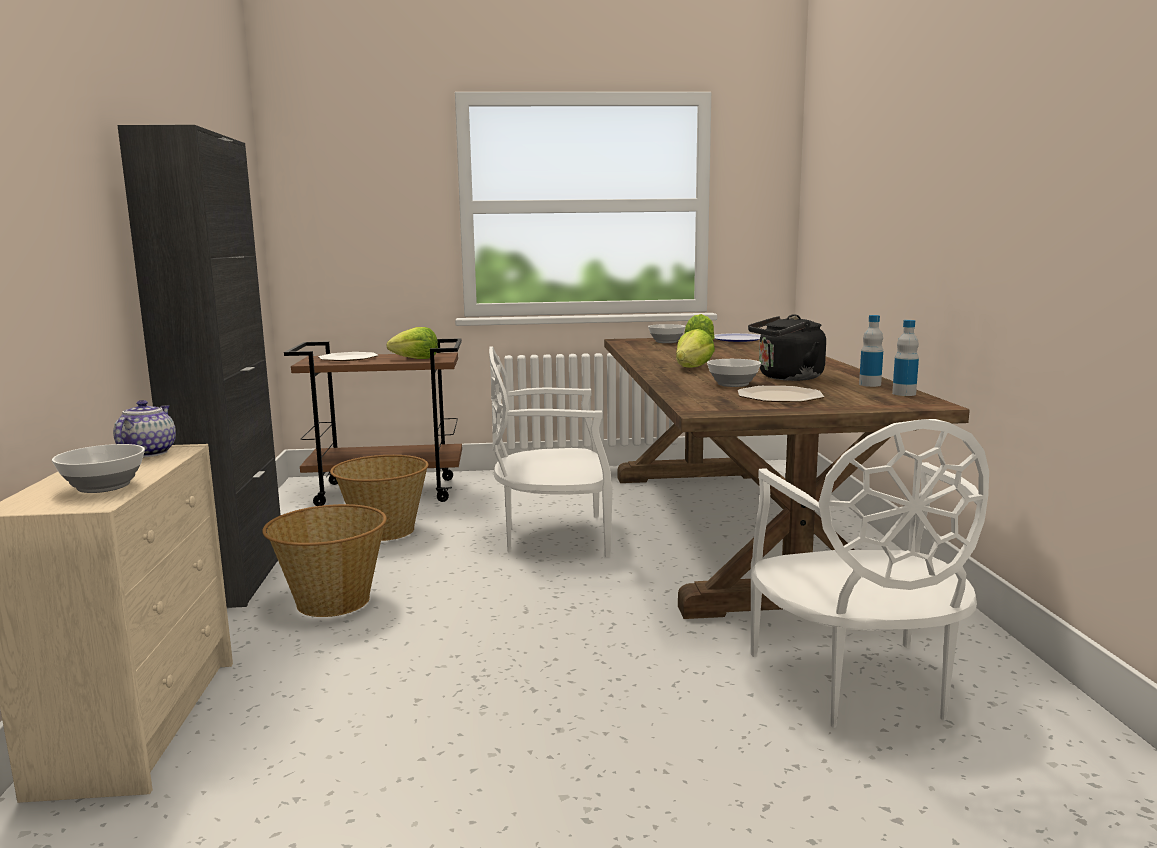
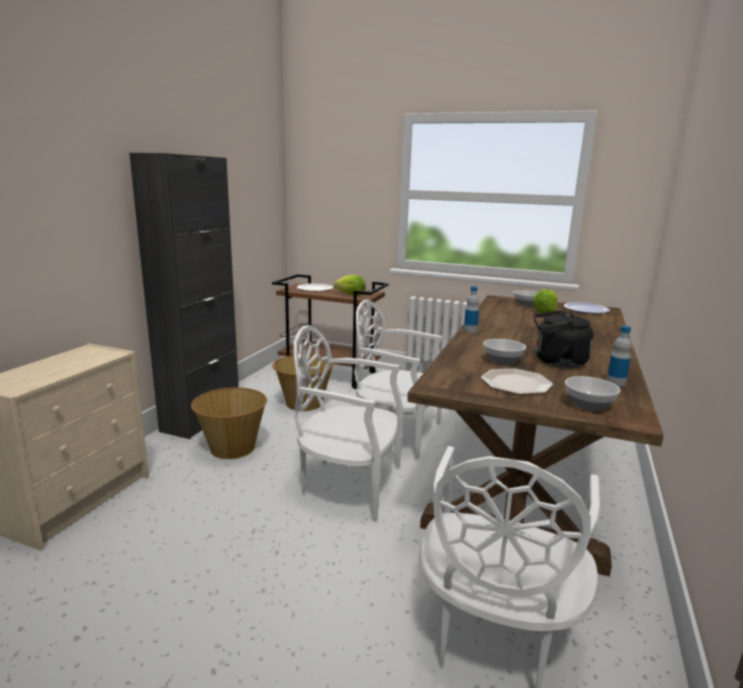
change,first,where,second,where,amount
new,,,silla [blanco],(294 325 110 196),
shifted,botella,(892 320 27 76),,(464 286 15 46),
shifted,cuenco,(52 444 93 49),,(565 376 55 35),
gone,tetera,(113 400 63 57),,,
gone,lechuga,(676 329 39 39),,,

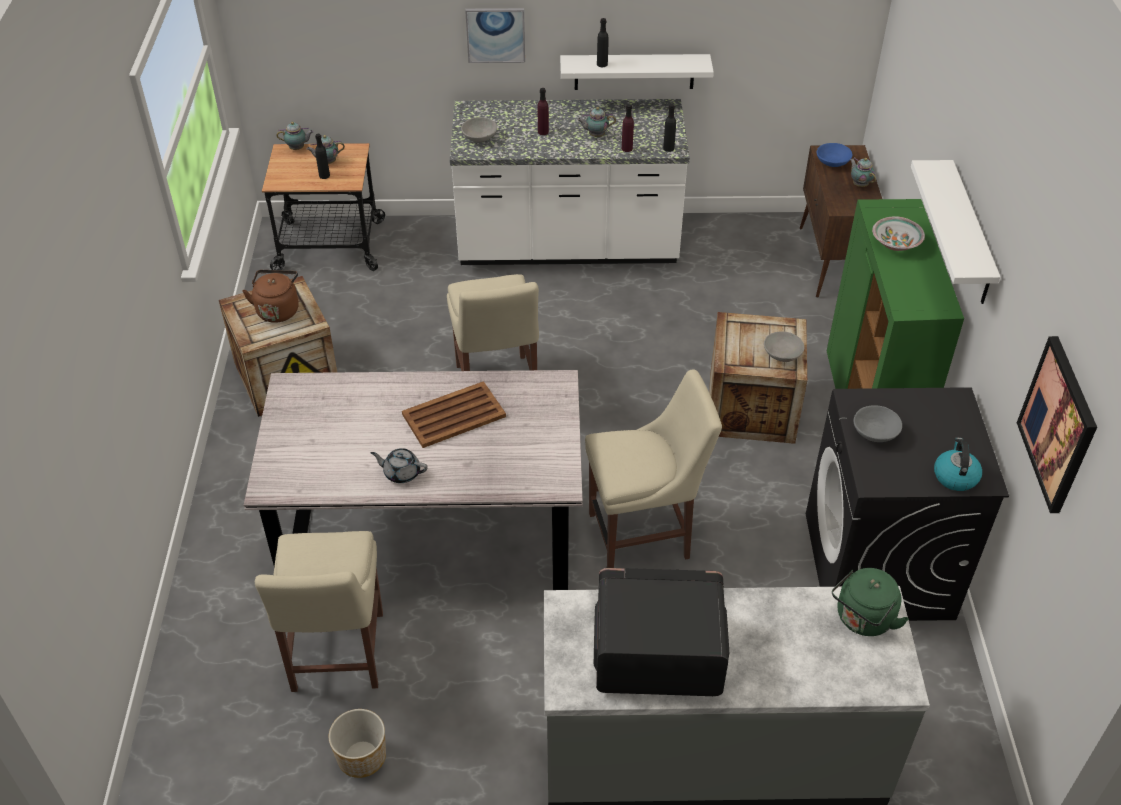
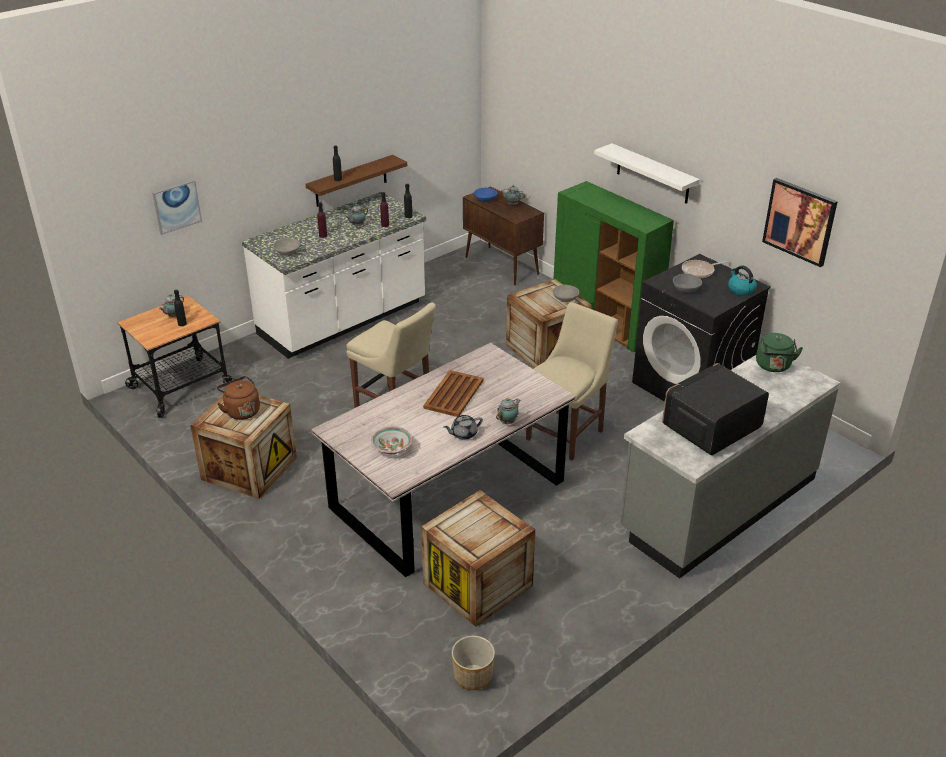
change,first,where,second,where,amount
shifted,cuadro,(465 8 60 55),,(152 180 50 55),
repainted,estante [blanco],(560 54 154 36),estante [marrón],(306 155 101 52),
shifted,cuenco,(872 216 53 35),,(371 427 42 27),
swapped,silla [beis],(255 531 128 161),caja de embalaje,(421 490 114 137),
shifted,maceta,(329 709 57 69),,(452 636 43 54),
shifted,tetera,(276 122 38 28),,(496 398 25 26),
new,,,sartén,(682 260 46 18),

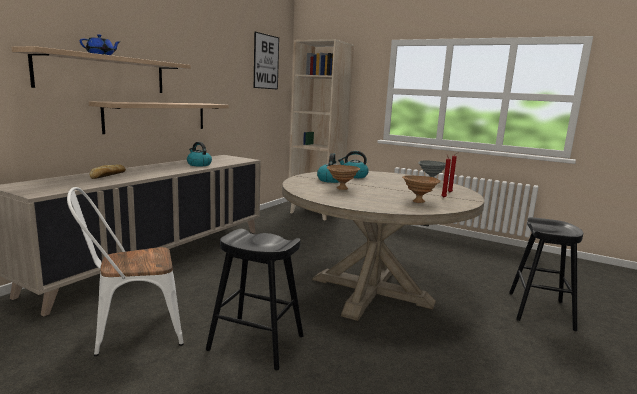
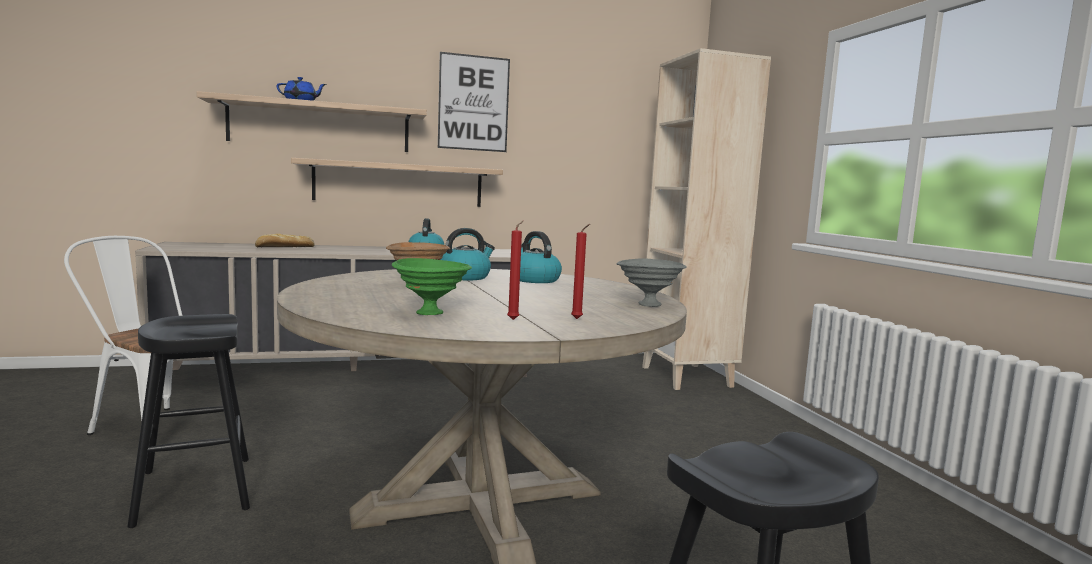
change,first,where,second,where,amount
repainted,cuenco [marrón],(402 175 39 28),cuenco [verde],(392 258 80 57),
shifted,cuadro,(254 32 25 58),,(438 52 72 100),

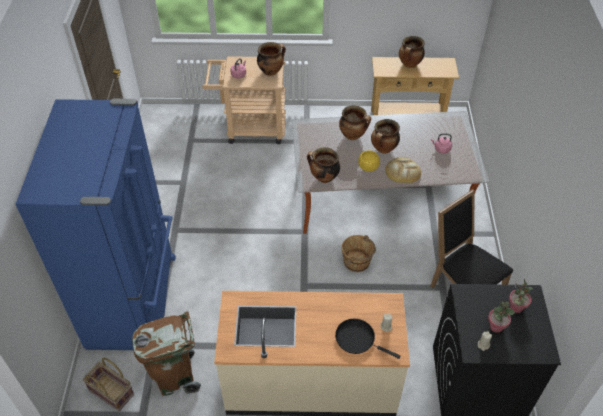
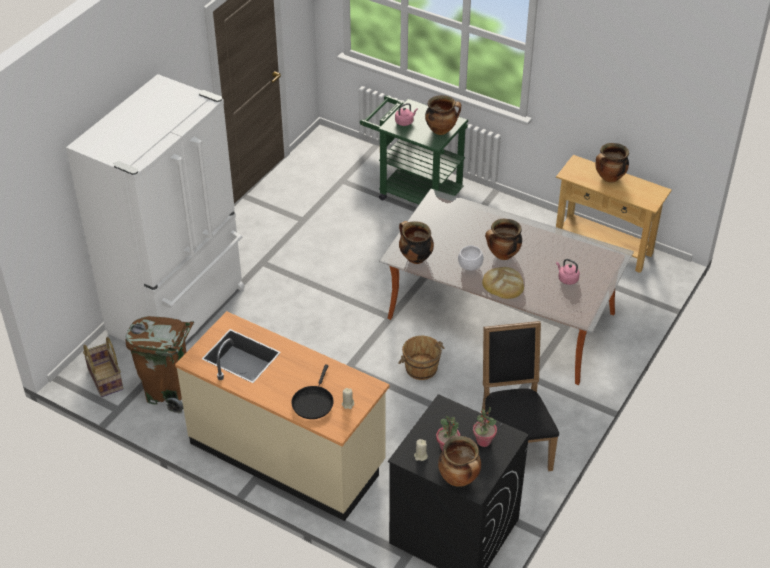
change,first,where,second,where,amount
repainted,nevera [azul],(15 99 161 251),nevera [blanco],(66 74 179 268),
rotated,sartén [negro],(335 319 66 40),,(291 364 43 55),135 degrees counterclockwise
repainted,carrito [beis],(202 56 84 88),carrito [verde],(360 96 108 108),
shifted,olla,(339 105 32 35),,(438 436 43 51),
repainted,cuenco [amarillo],(358 150 22 22),cuenco [blanco],(458 246 25 25),

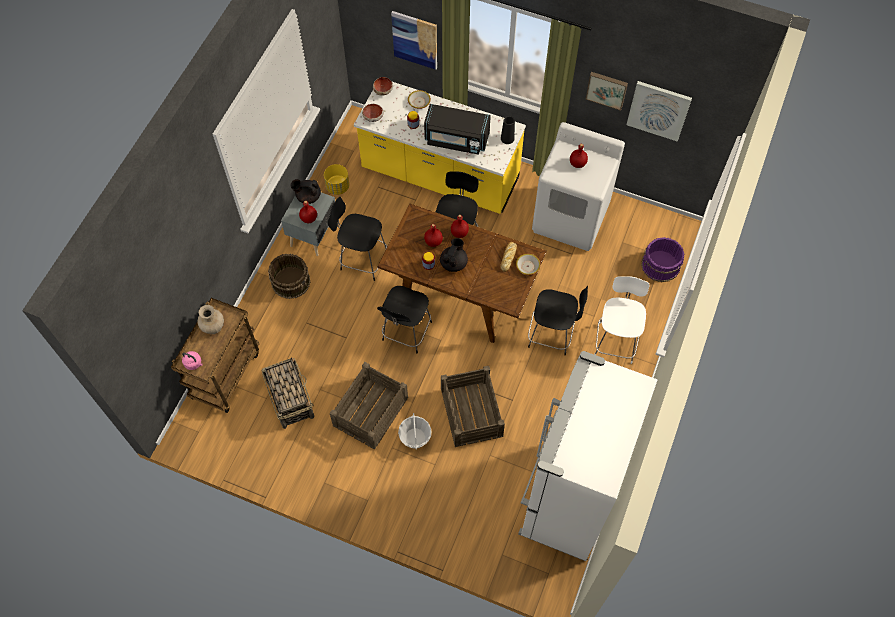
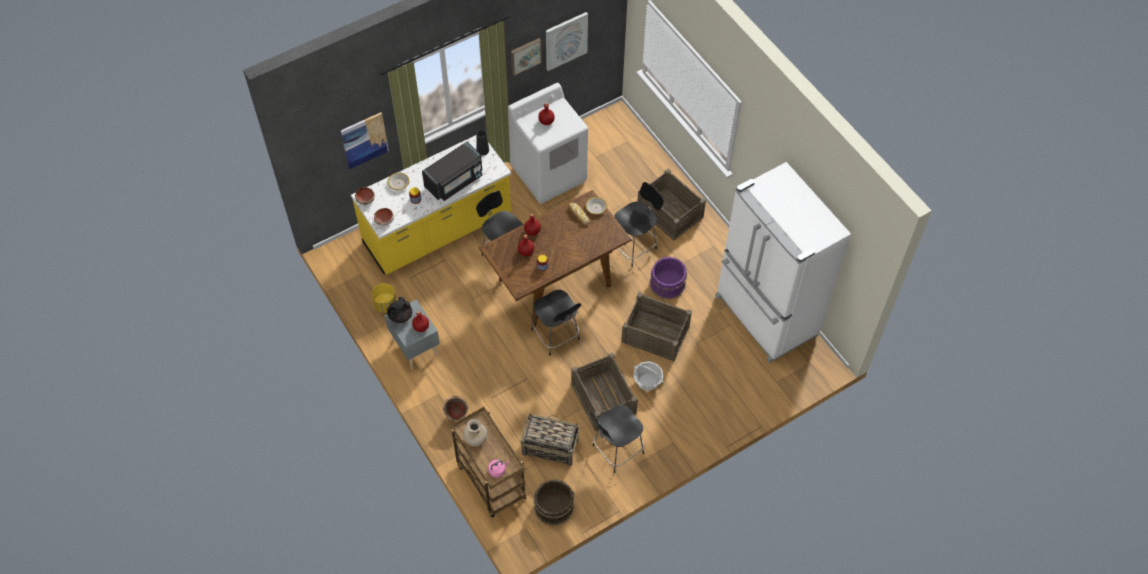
change,first,where,second,where,amount
new,,,cubo [verde],(443 396 25 25),
shifted,cubo [marrón],(268 253 42 46),,(534 479 41 46),
shifted,silla [negro],(328 196 59 85),,(591 405 53 68),
swapped,silla [blanco],(594 276 56 88),caja de embalaje,(637 169 69 71),
shifted,cubo [morado],(641 237 43 45),,(650 257 37 42),
gone,tetera [negro],(440 238 28 34),,,

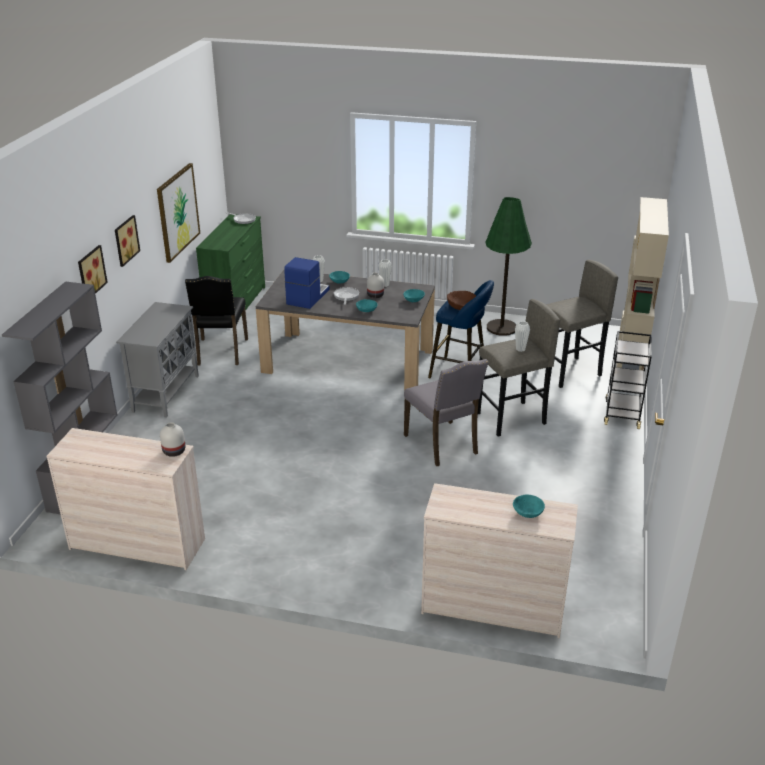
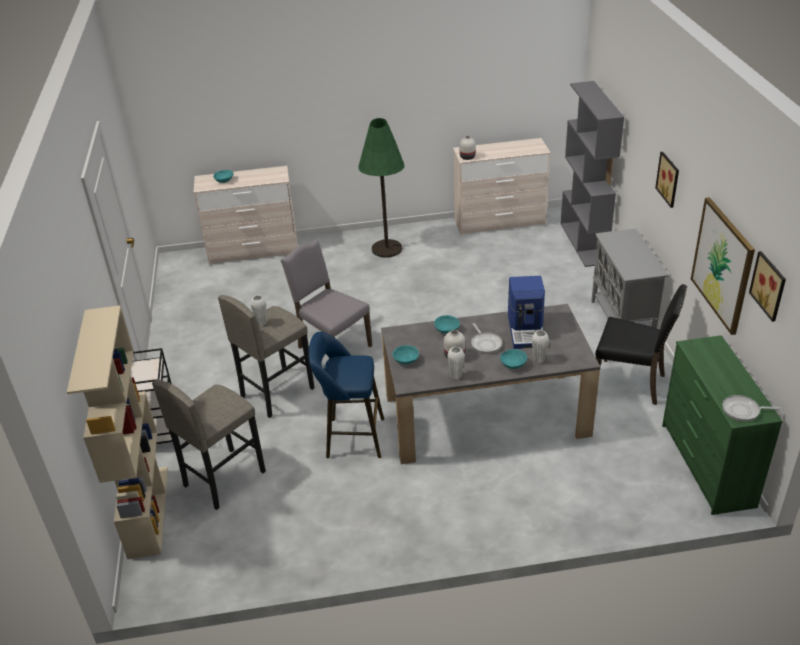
change,first,where,second,where,amount
shifted,lámpara de pie [verde],(485 197 47 139),,(358 118 47 140),
rotated,silla [negro],(185 276 63 89),,(595 284 92 121),135 degrees clockwise
shifted,cuadro,(78 245 30 49),,(749 251 37 71),
gone,cuenco [marrón],(447 291 29 19),,,

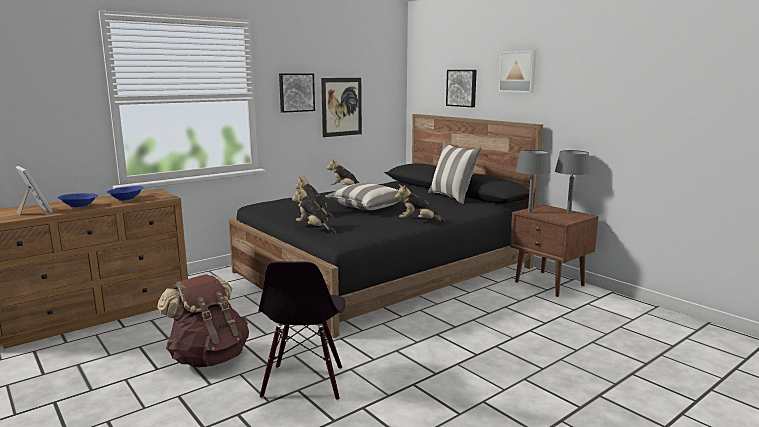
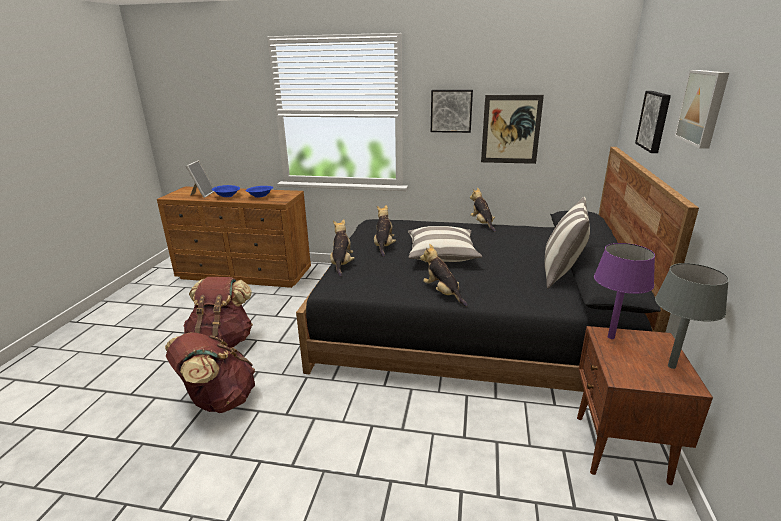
change,first,where,second,where,amount
swapped,silla [negro],(258 261 88 140),mochila [marrón],(165 332 90 81),
repainted,lámpara de mesa [gris],(516 150 35 63),lámpara de mesa [morado],(594 243 61 96),

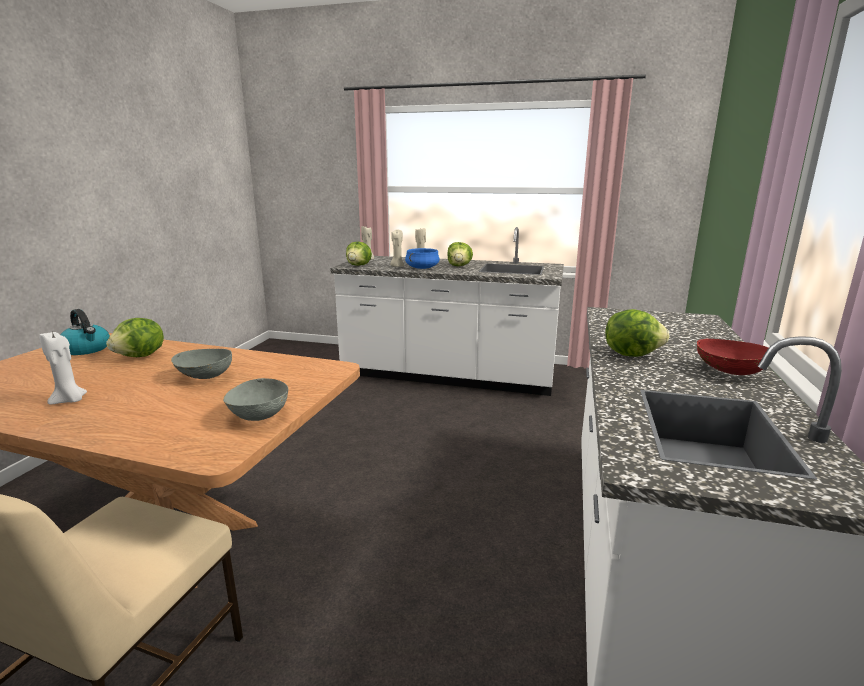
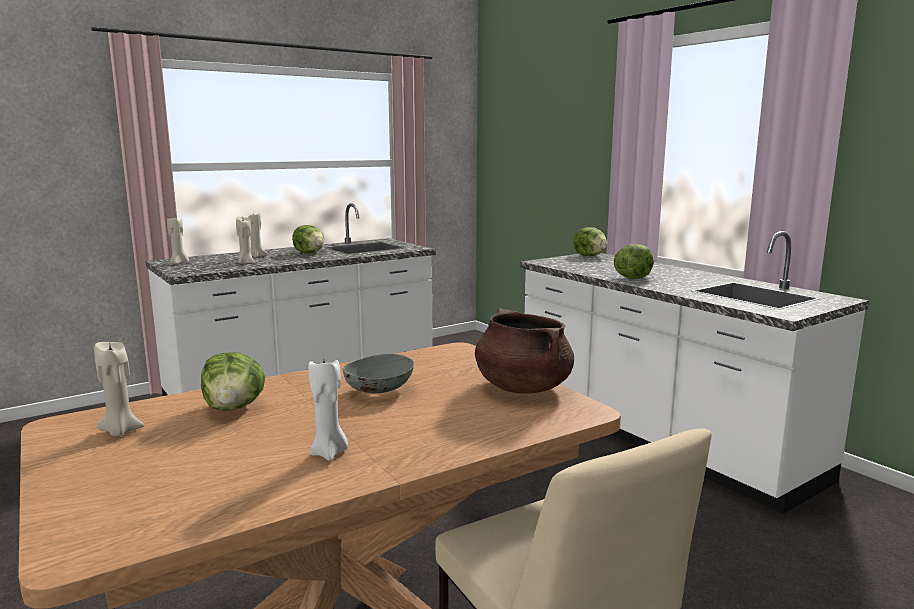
change,first,where,second,where,amount
swapped,hervidor,(60 309 50 46),vela [beis],(94 340 51 96),
swapped,cuenco [gris],(223 378 65 43),olla [marrón],(475 308 99 86),
shifted,lechuga,(346 242 26 24),,(573 227 34 29),
gone,olla [azul],(405 248 35 21),,,
gone,cuenco [rojo],(697 339 71 36),,,

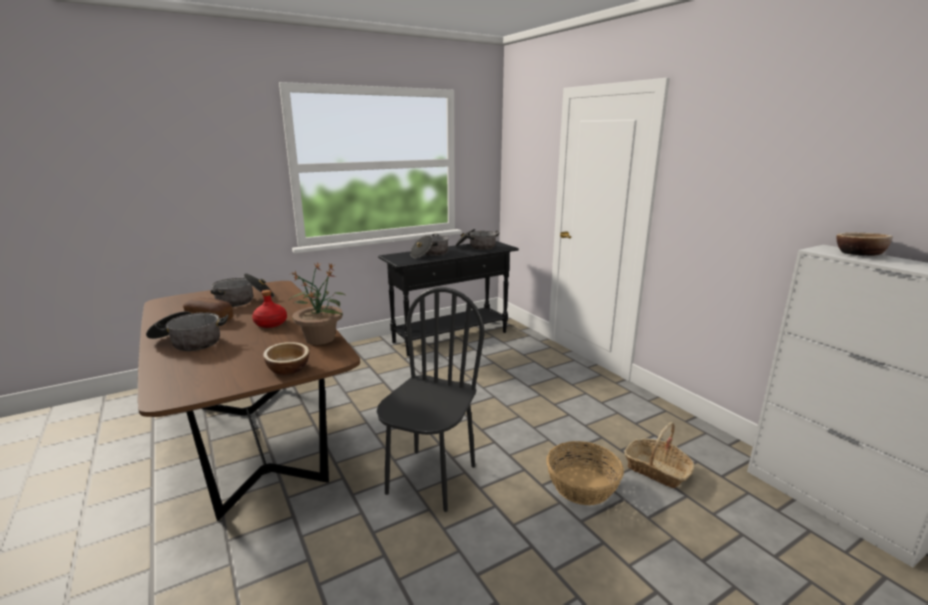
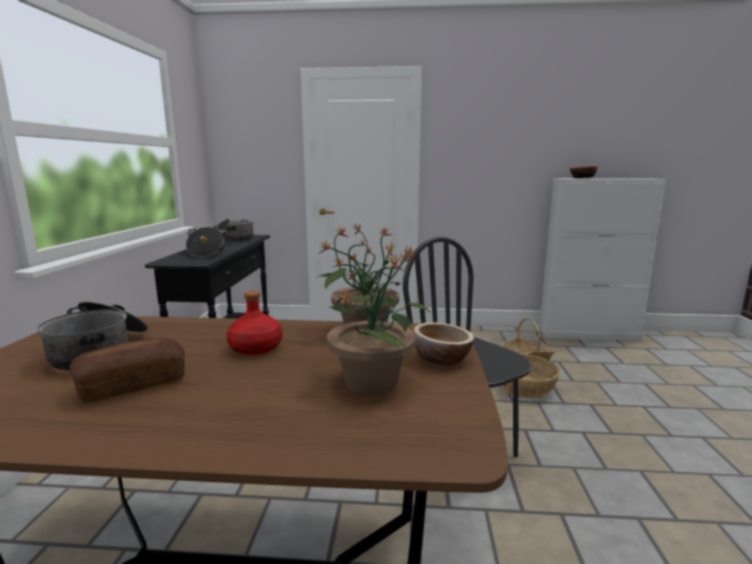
change,first,where,second,where,amount
new,,,planta en maceta,(327 241 103 154),
gone,olla,(146 311 82 40),,,

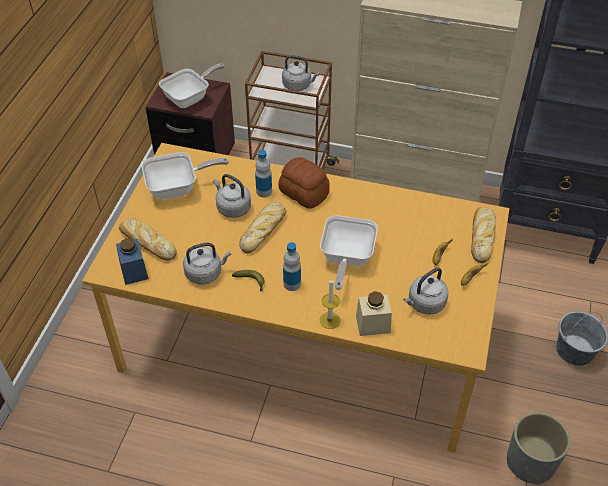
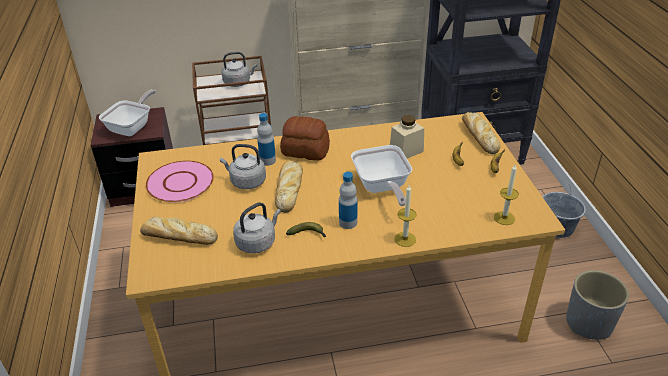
change,first,where,second,where,amount
swapped,sartén,(142 152 87 48),plato [rosa],(146 160 68 42),
shifted,tarro [beis],(356 291 36 45),,(390 115 34 44),
new,,,vela,(494 165 25 60),
gone,tarro [azul],(116 238 32 47),,,
gone,hervidor [gris],(403 268 45 47),,,

